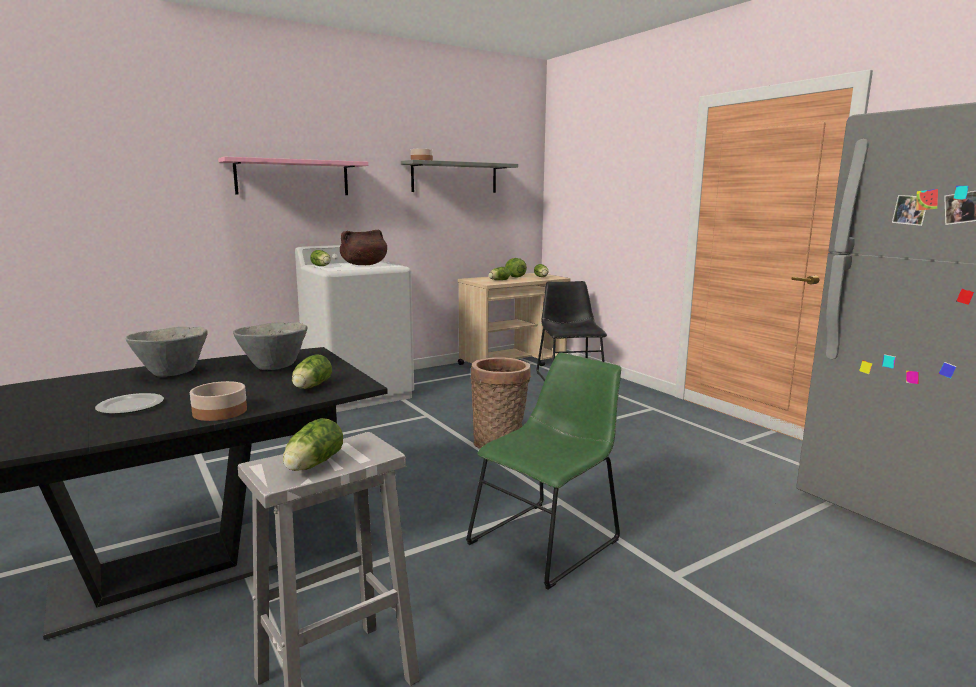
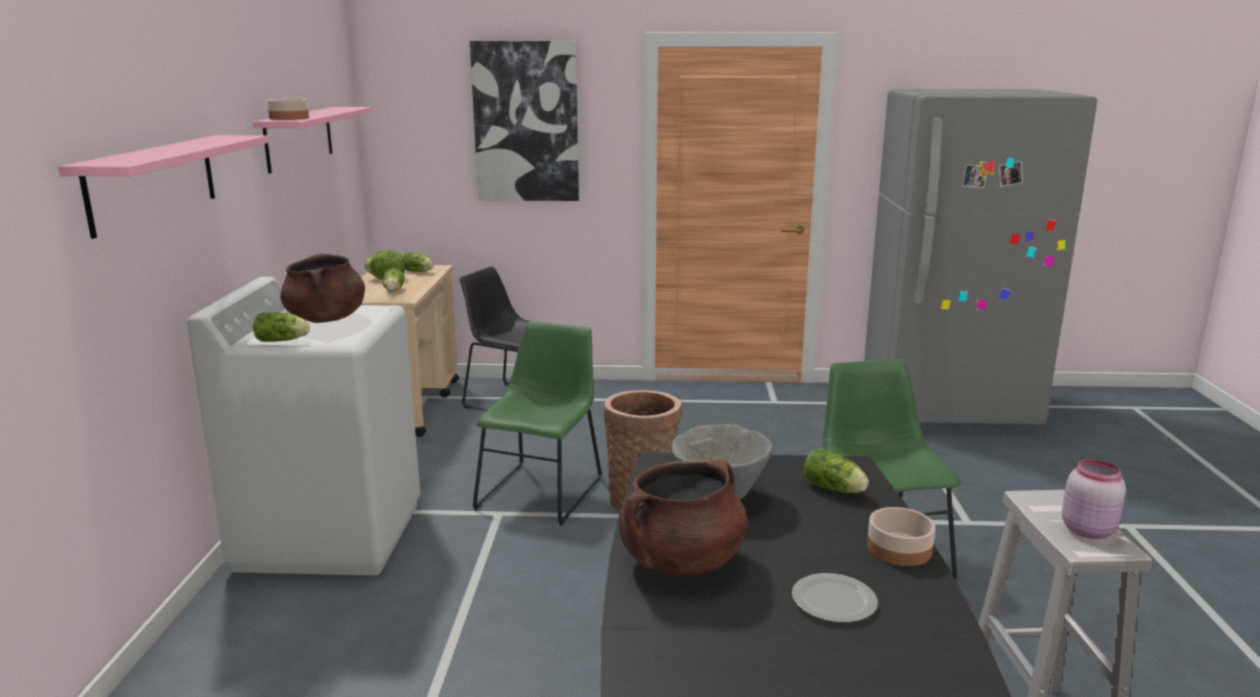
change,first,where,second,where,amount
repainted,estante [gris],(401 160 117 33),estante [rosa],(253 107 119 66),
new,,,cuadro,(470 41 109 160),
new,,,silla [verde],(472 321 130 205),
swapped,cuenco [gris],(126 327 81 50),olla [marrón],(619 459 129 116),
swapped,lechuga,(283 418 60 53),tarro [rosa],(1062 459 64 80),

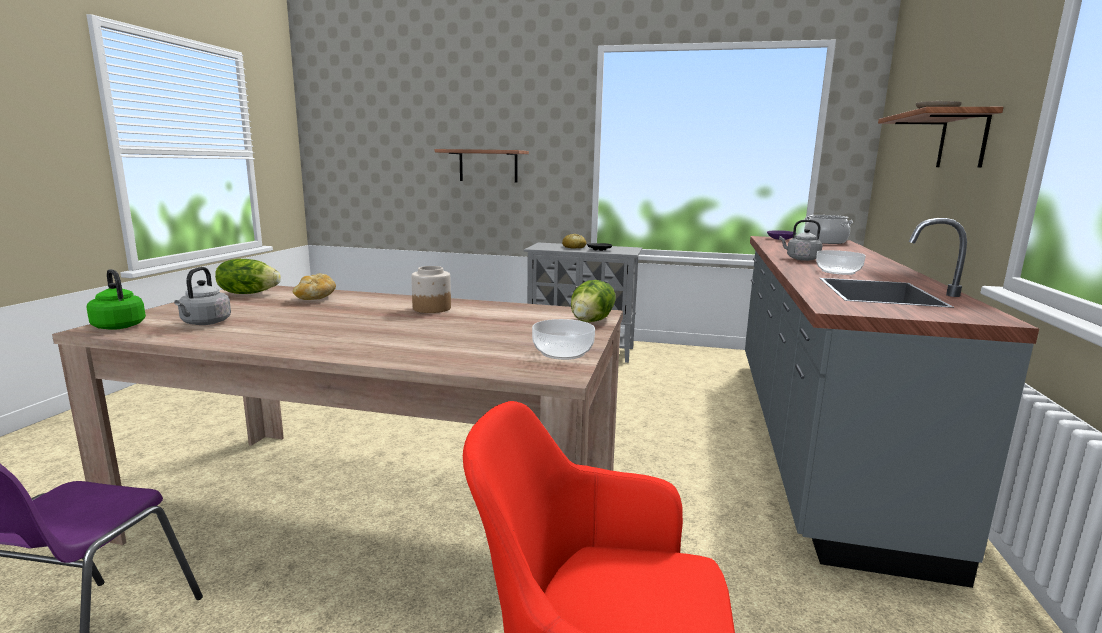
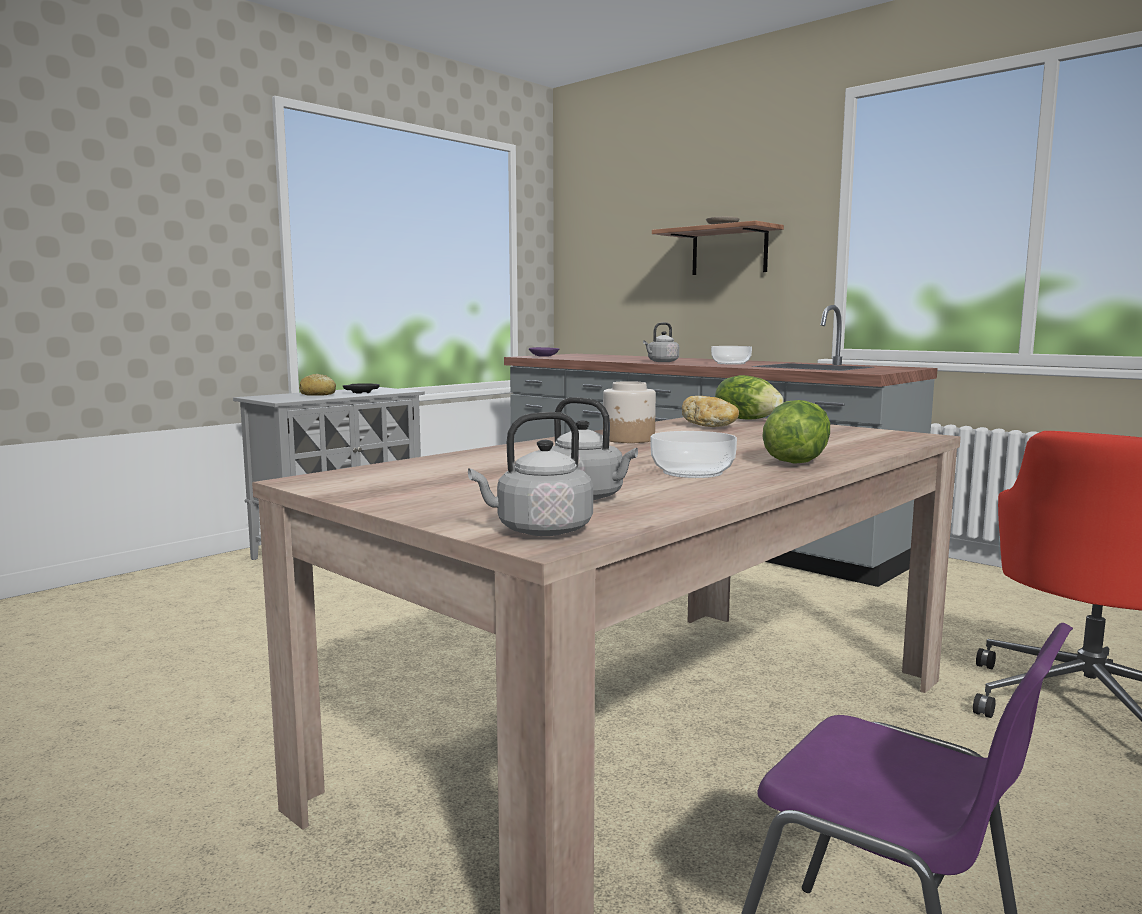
change,first,where,second,where,amount
repainted,hervidor [verde],(86 269 60 61),hervidor [gris],(468 412 125 124),
shifted,cuenco,(532 319 63 41),,(651 431 86 47),
shifted,pan,(293 273 43 27),,(682 396 57 31),
shifted,lechuga,(215 259 66 35),,(762 400 68 64),
gone,estante,(435 149 94 34),,,
gone,olla,(804 215 49 29),,,

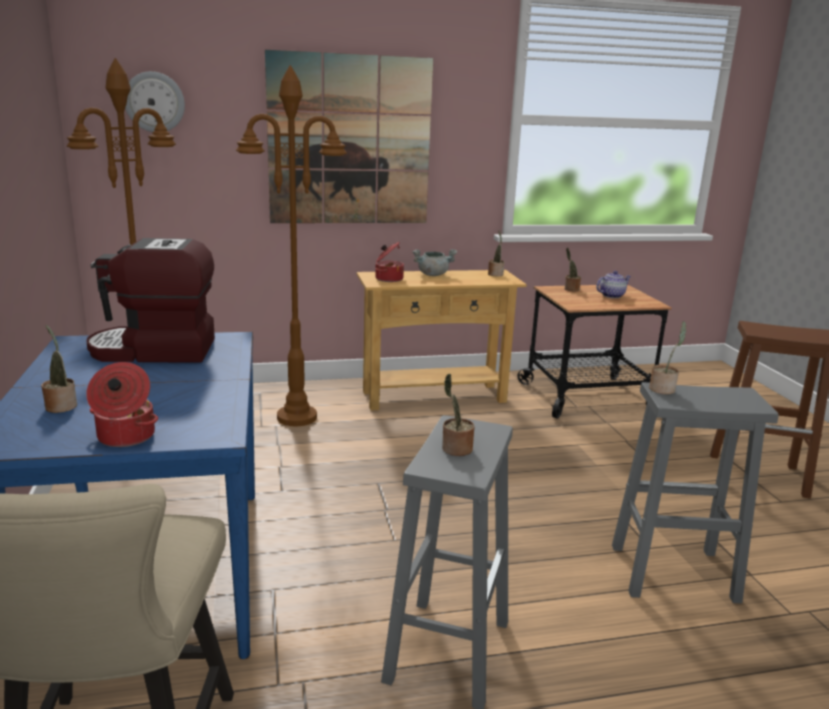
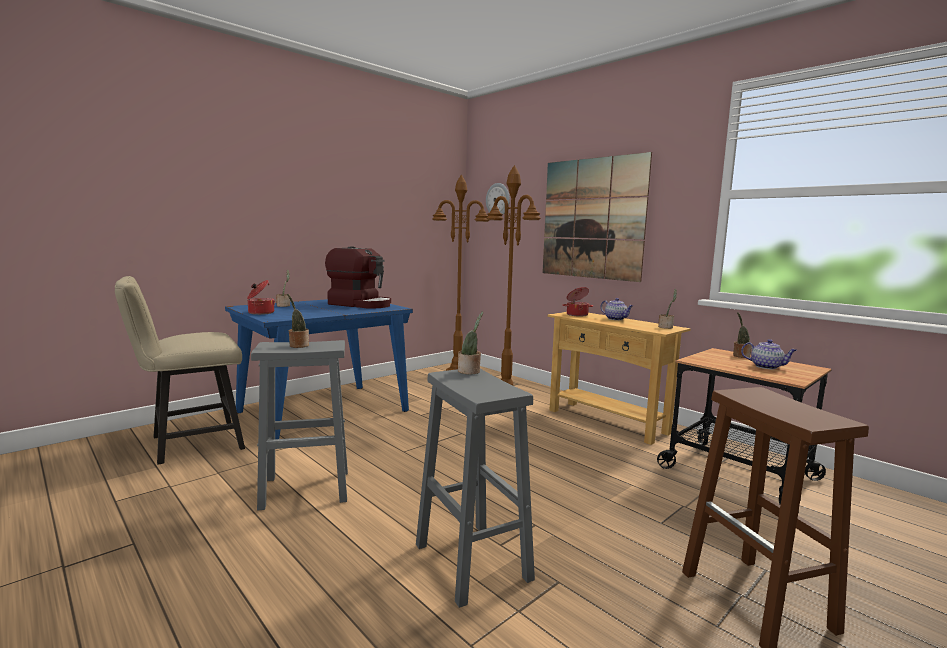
change,first,where,second,where,amount
rotated,cafetera,(86 238 129 125),,(325 247 66 62),150 degrees clockwise
swapped,olla [gris],(413 249 44 27),tetera,(601 298 32 22),

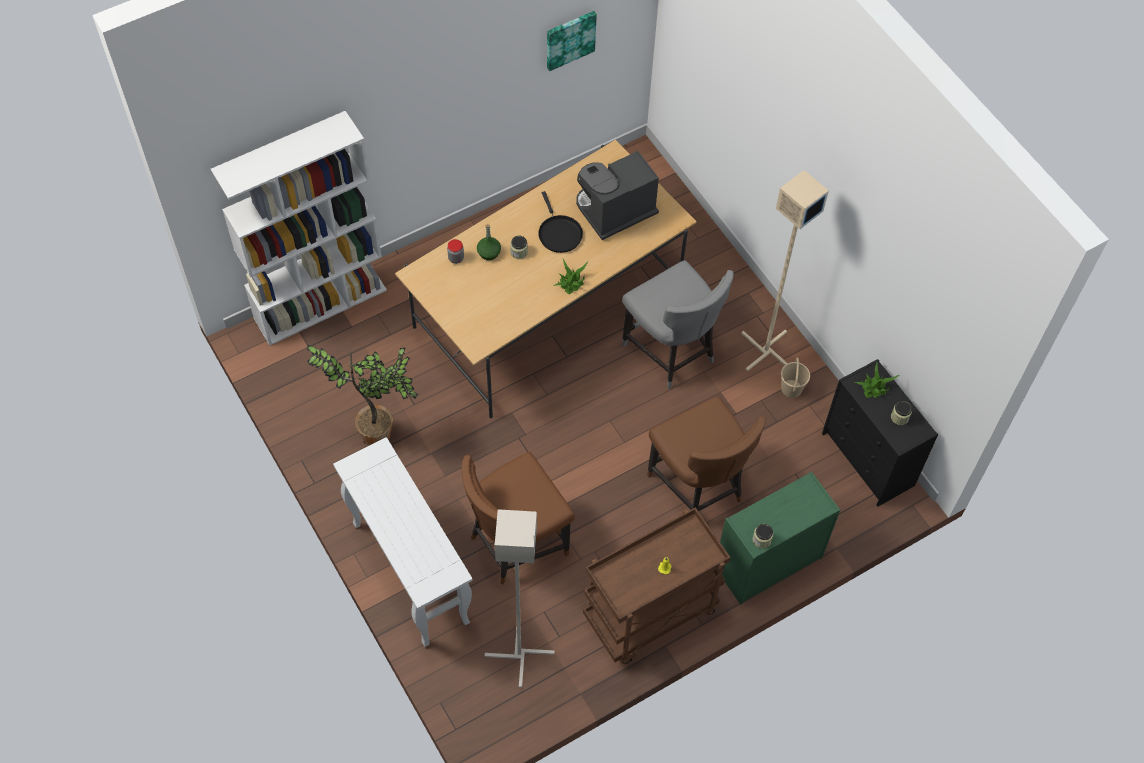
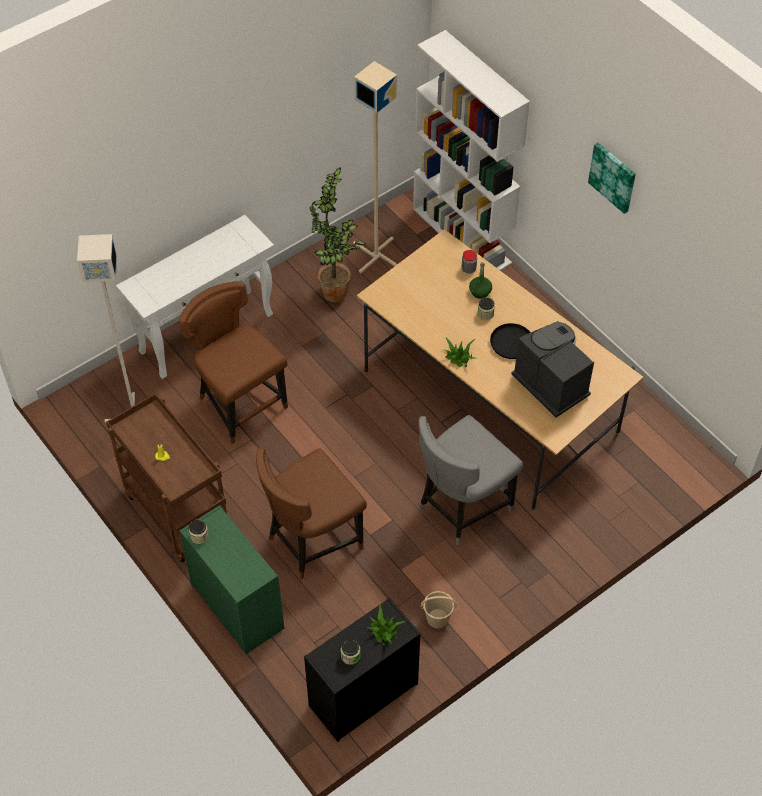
change,first,where,second,where,amount
shifted,lámpara de pie [beis],(741 170 88 202),,(353 61 44 212),
shifted,cuadro,(547 11 50 60),,(588 143 48 71),

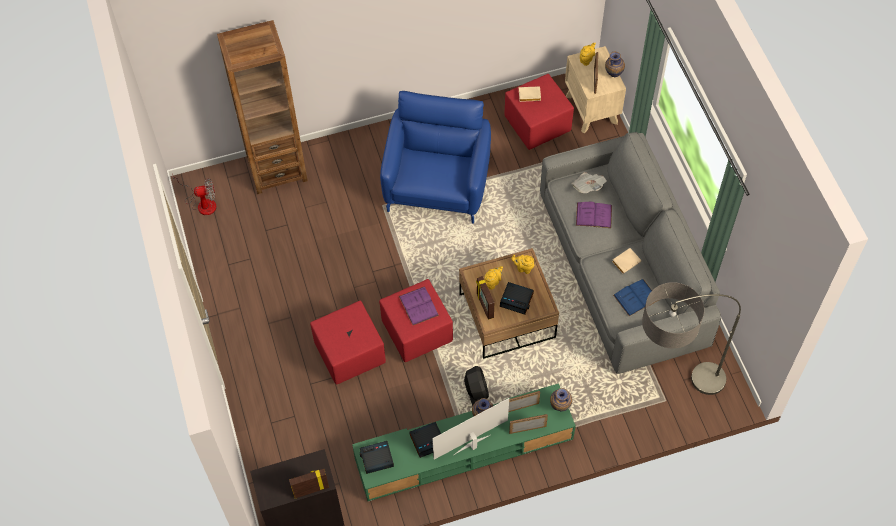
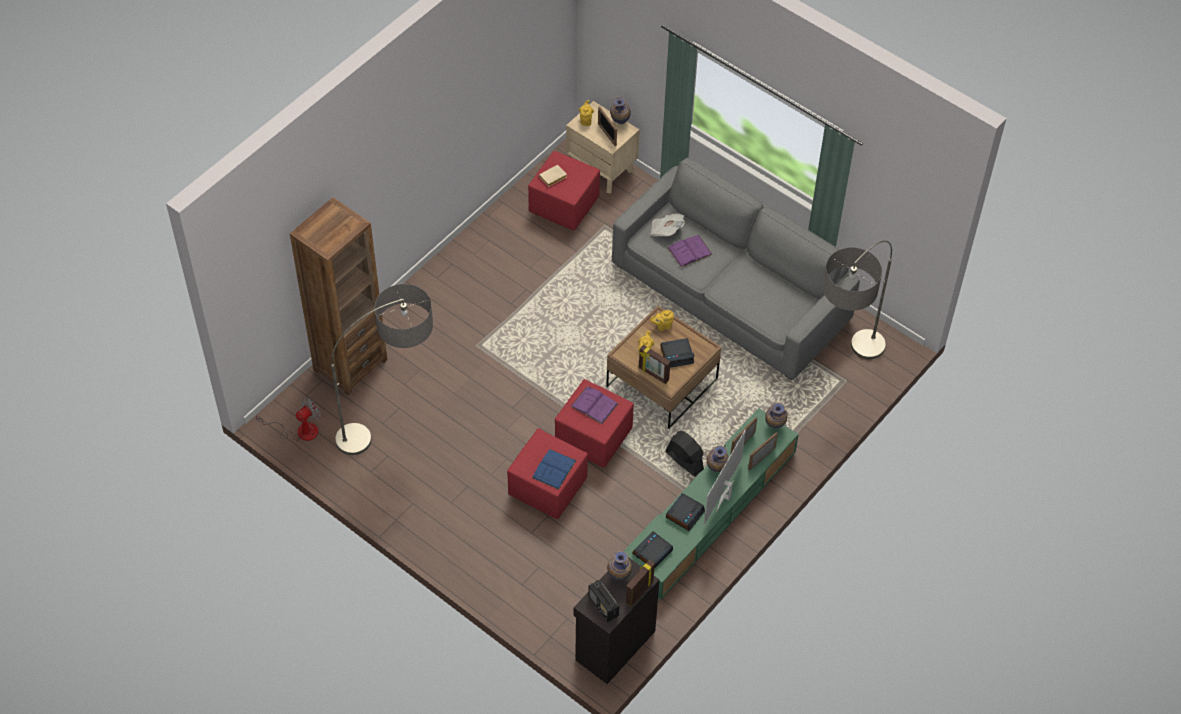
change,first,where,second,where,amount
new,,,lámpara de pie,(331 284 102 171),
shifted,libro [azul],(613 279 46 37),,(532 449 44 41),
new,,,radio,(588 580 31 42),
new,,,florero,(607 551 25 30),
gone,sillón [azul],(380 91 111 132),,,
gone,libro [beis],(612 248 29 26),,,

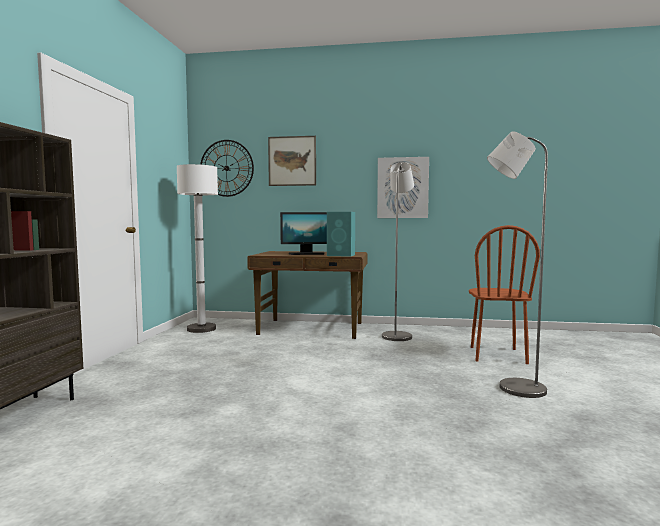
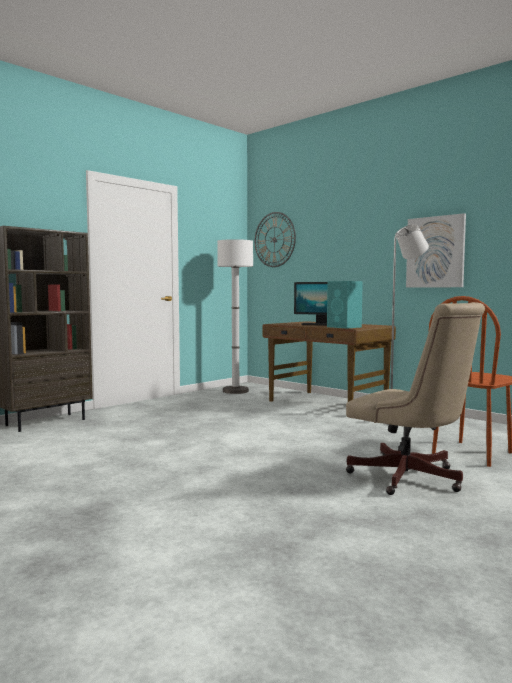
change,first,where,second,where,amount
swapped,lámpara de pie [gris],(487 131 61 267),silla de oficina [beis],(346 302 139 193),
gone,cuadro,(268 136 48 50),,,

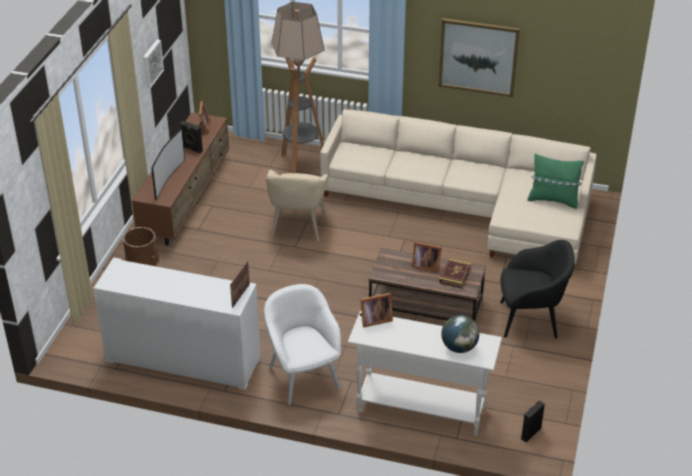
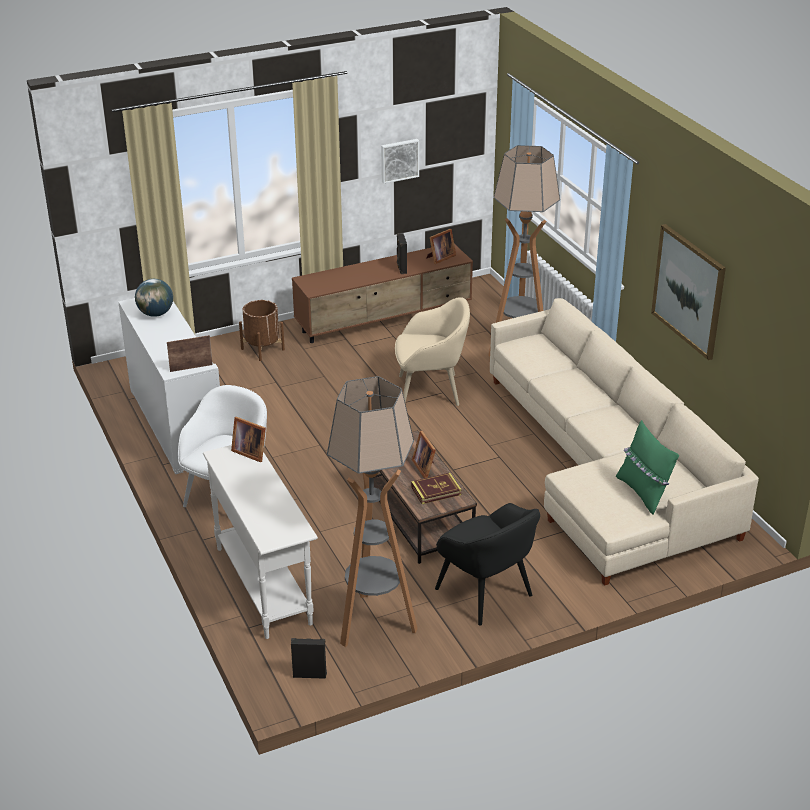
change,first,where,second,where,amount
shifted,globo terráqueo,(441 315 38 38),,(135 279 38 38),
new,,,lámpara de pie,(327 376 91 271),
rotated,sillón [beis],(266 170 63 71),,(395 297 75 109),150 degrees counterclockwise
gone,televisor,(151 128 34 72),,,

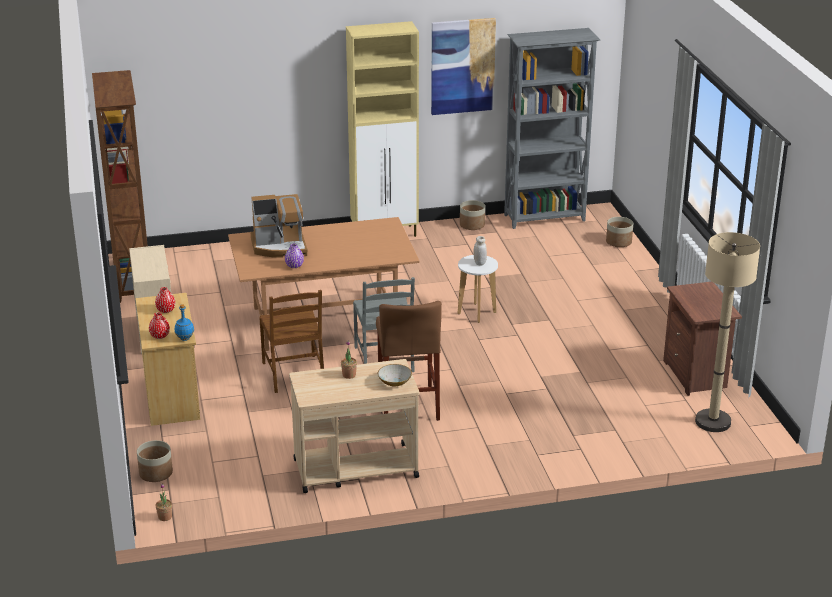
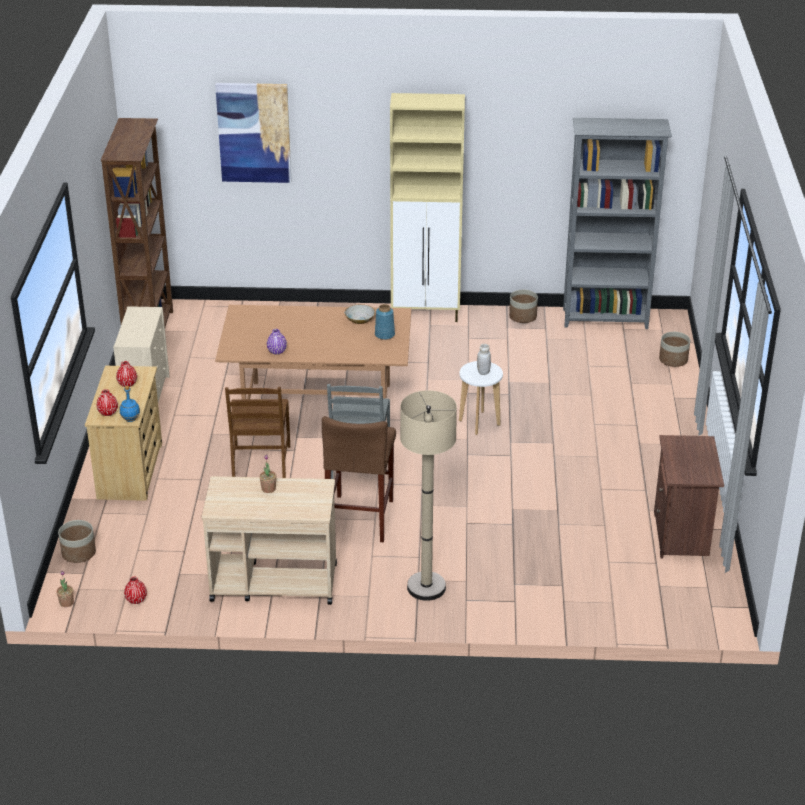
change,first,where,second,where,amount
new,,,florero [rojo],(124 577 23 27),
shifted,cuadro,(431 18 65 97),,(215 83 76 100),
shifted,cuenco,(378 364 34 22),,(345 304 30 20),
new,,,florero [azul],(375 304 20 36),
shifted,lámpara de pie [beis],(695 232 65 200),,(400 390 57 211),
gone,cafetera,(251 194 57 64),,,

